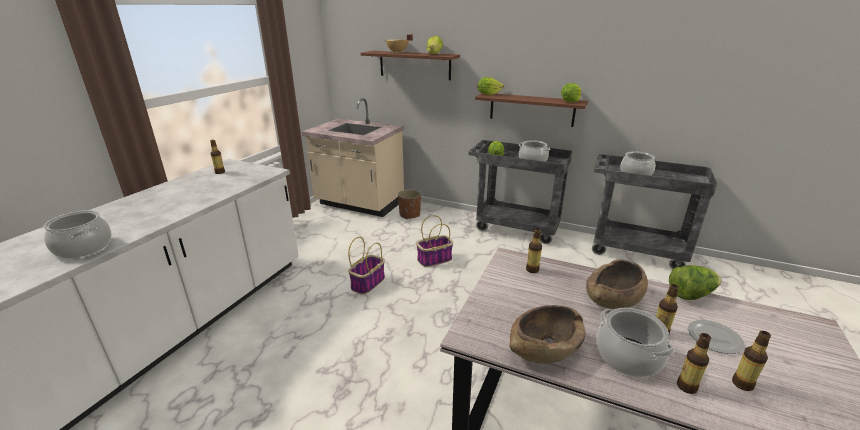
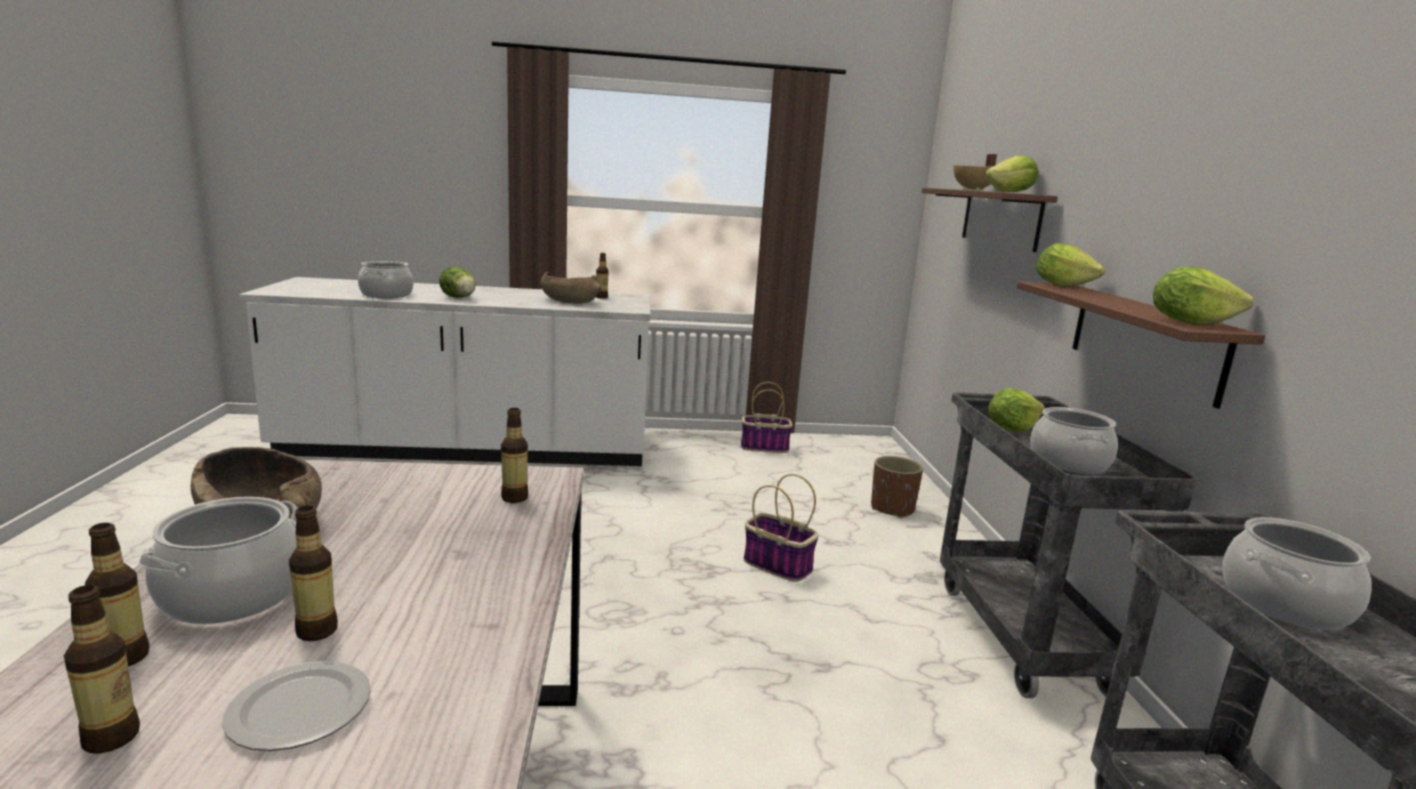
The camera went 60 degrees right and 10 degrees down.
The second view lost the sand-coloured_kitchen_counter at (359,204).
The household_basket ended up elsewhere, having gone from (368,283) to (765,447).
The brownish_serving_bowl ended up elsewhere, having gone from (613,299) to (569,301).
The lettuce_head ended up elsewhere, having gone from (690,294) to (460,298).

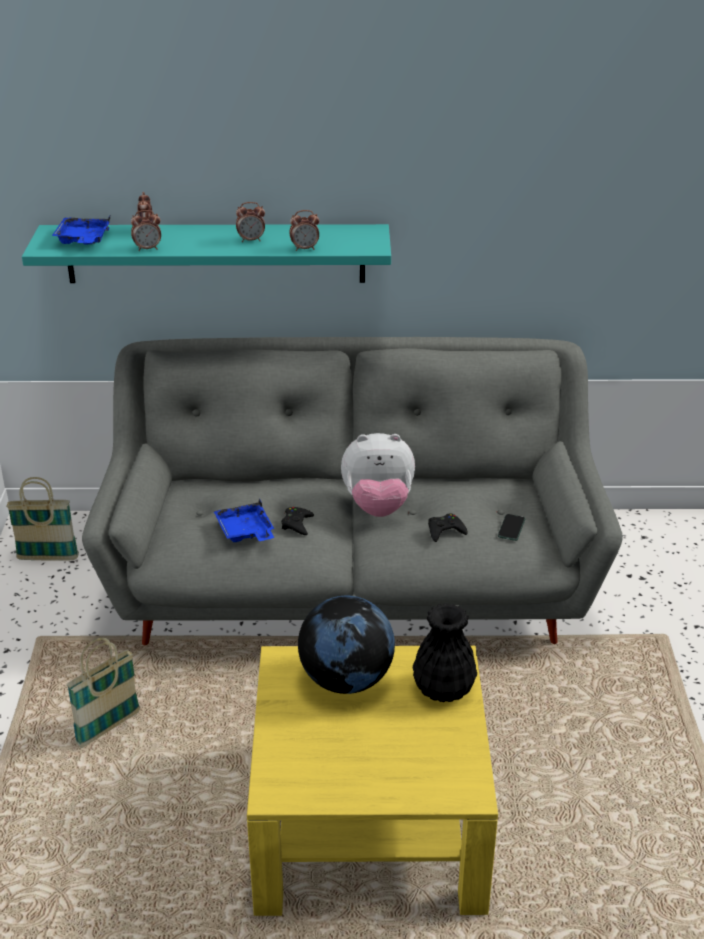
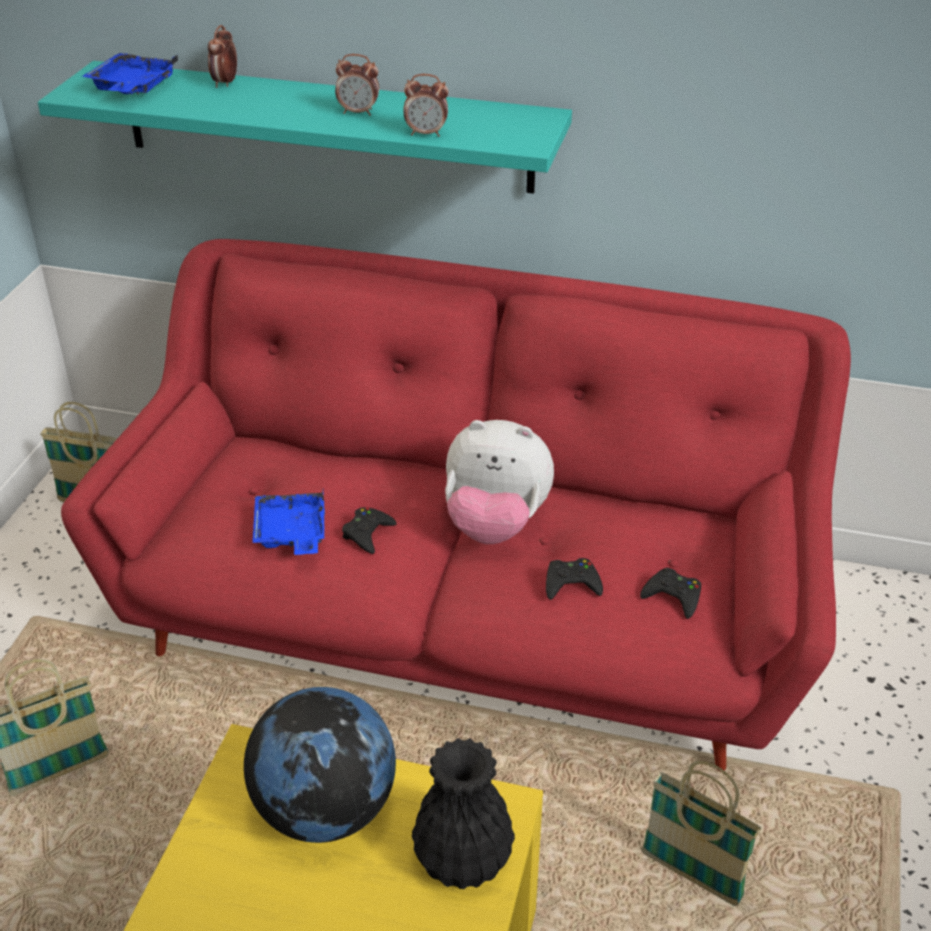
The camera went 15 degrees right and 5 degrees up.
The second view lost the bedside_clock at (148,249).
What was the gray_couch at (352,583) turned into the red_couch at (466,616).
Where the telephone stood at (511,528), the blackish_gamepad came to stand at (673,596).
The second view gained the household_basket at (691,876).

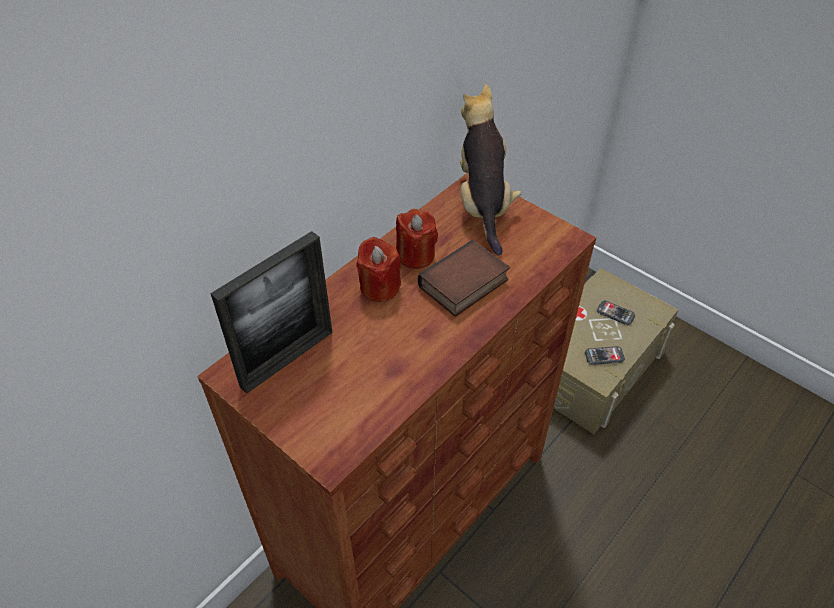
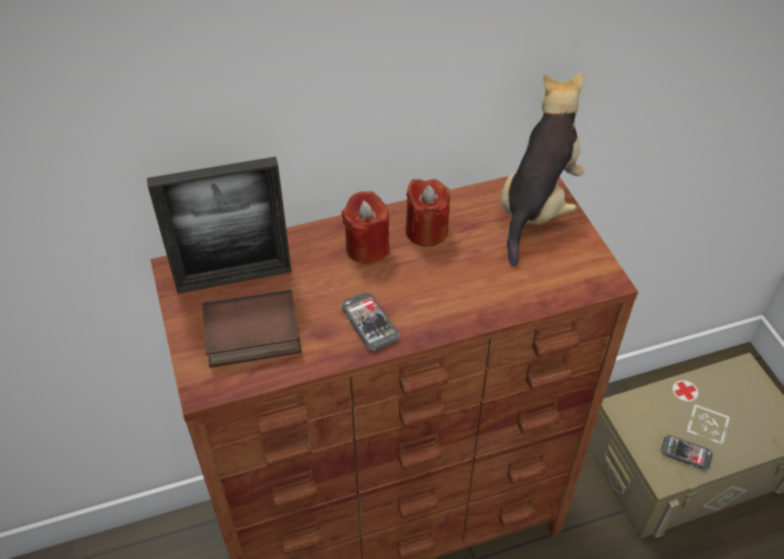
The camera went 30 degrees right and 0 degrees up.
The bound_book ended up elsewhere, having gone from (464,285) to (251,337).
The telephone ended up elsewhere, having gone from (615,313) to (370,323).

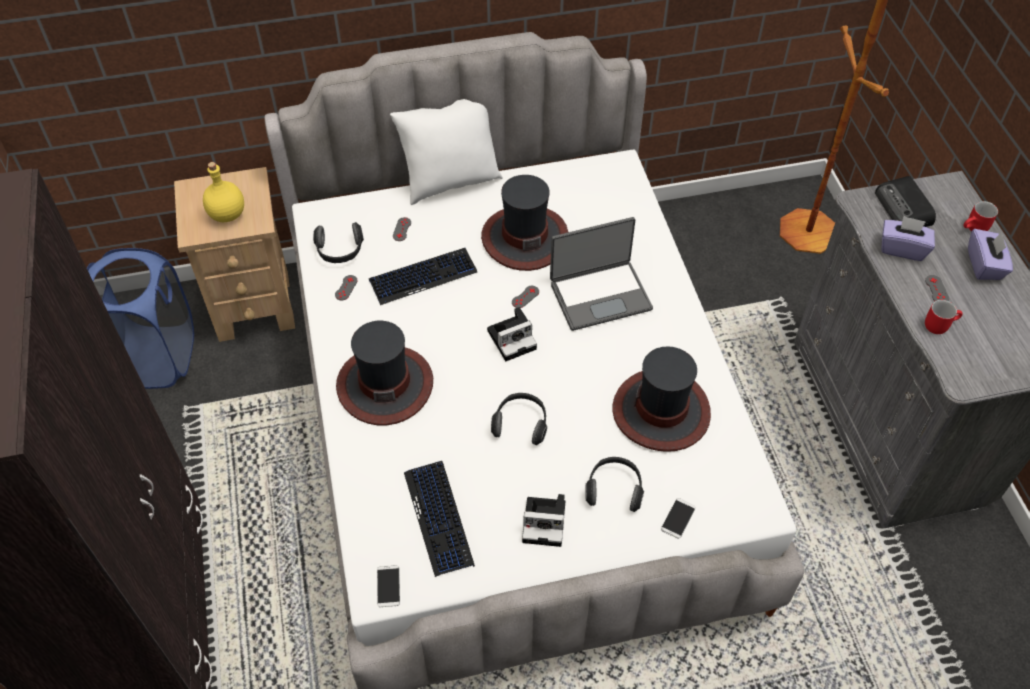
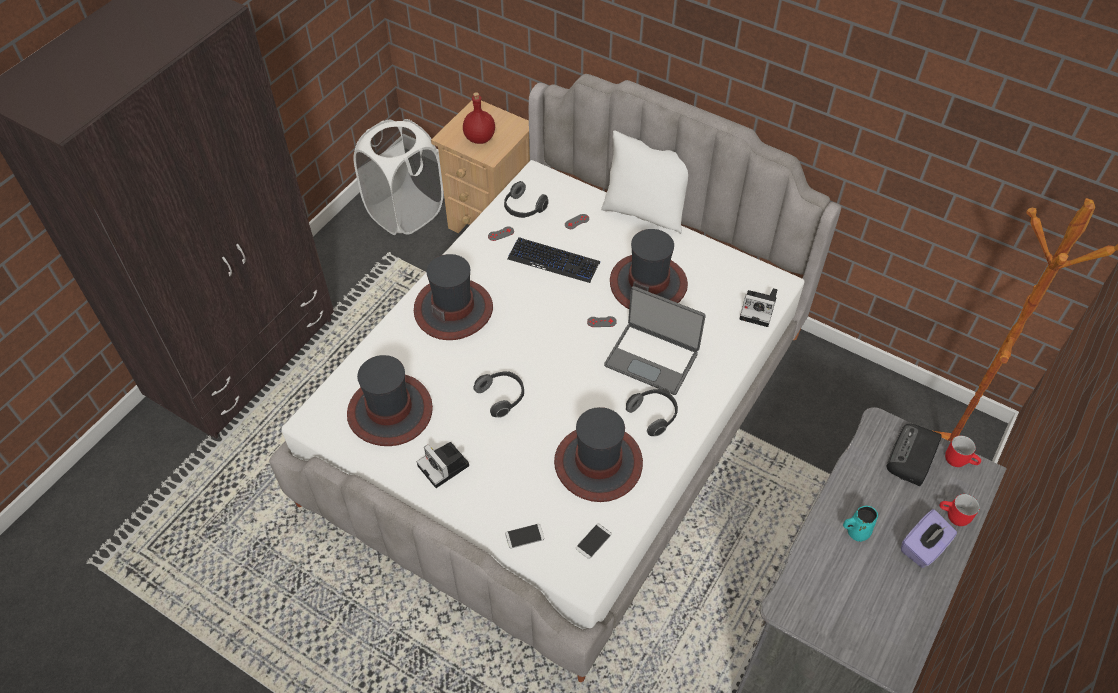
The camera went 45 degrees right and 0 degrees up.
What was the yellowish_beverage_bottle at (226,214) turned into the red_beverage_bottle at (479,138).
The second view lost the purple-coloured_tissue_box at (902,248).
What was the bluish_hamper at (156,358) turned into the whitish_hamper at (405,212).
Where the gray_gamepad stood at (936,289), the blue-green_mug came to stand at (856,531).
The red_mug ended up elsewhere, having gone from (938,324) to (959,459).
The photo_camera ended up elsewhere, having gone from (513,338) to (759,309).
The headphones ended up elsewhere, having gone from (614,489) to (654,415).
Where the keyboard stood at (439,518), the wearable_hat came to stand at (390,411).
The telephone ended up elsewhere, having gone from (388,586) to (593,541).

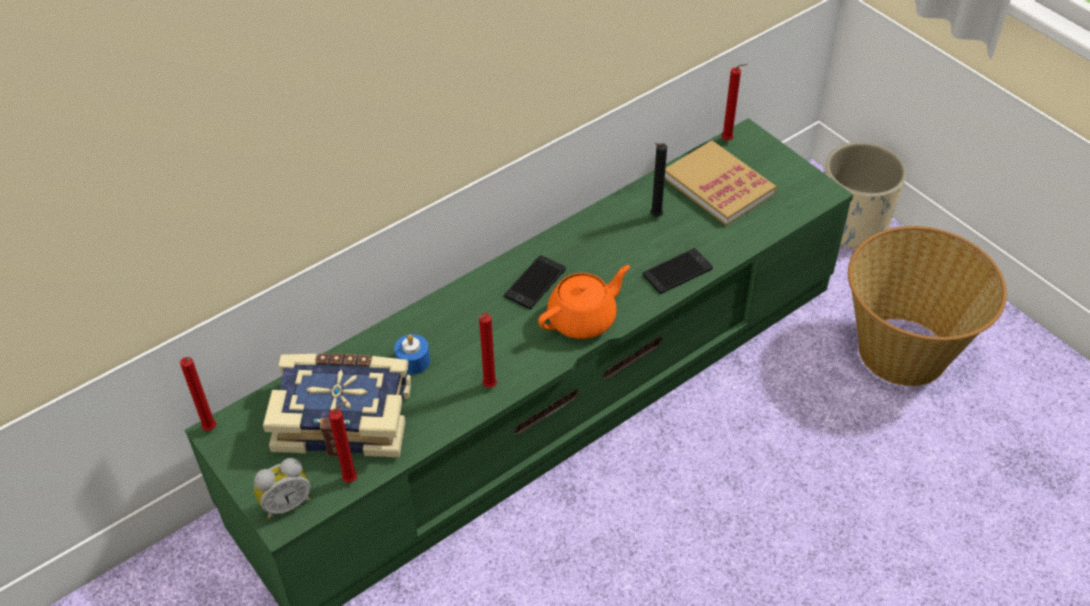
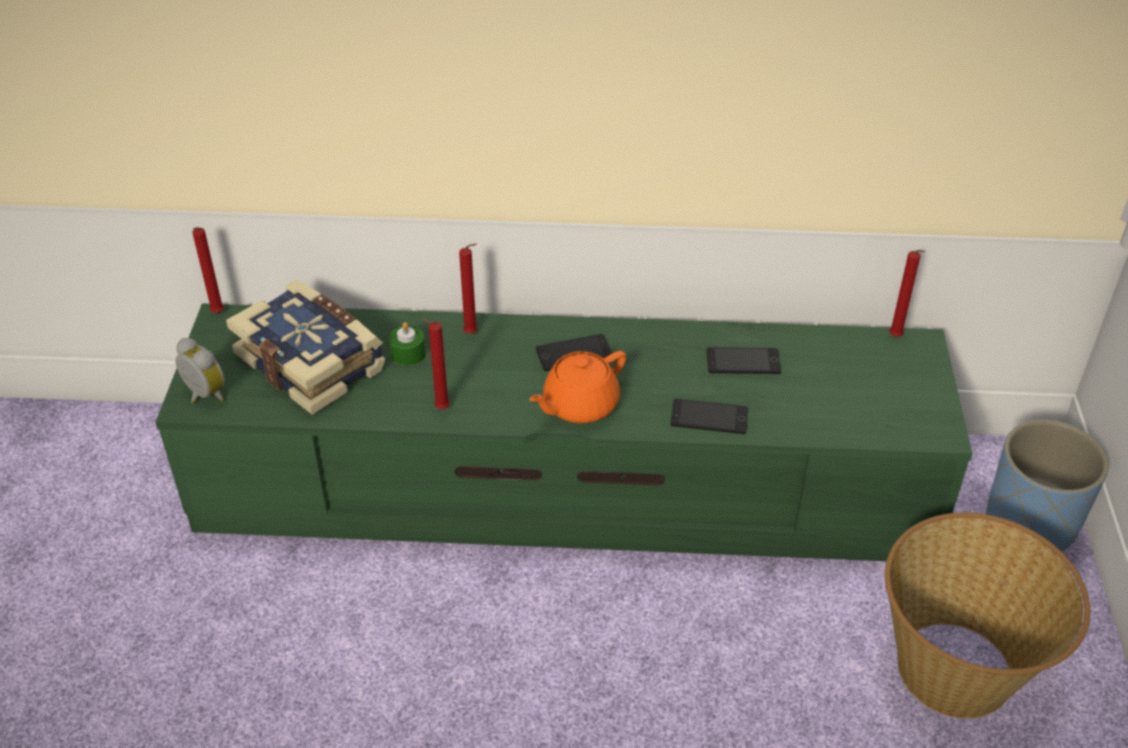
The camera went 40 degrees right and 5 degrees down.
The second view lost the bound_book at (719,186).
What was the sand-coloured_flower_pot at (851,227) turned into the bluish_flower_pot at (1030,523).
Where the blackish_wax_candle stood at (654,217), the telephone came to stand at (743,362).
The orange_tea_pot at (583,319) ended up facing another way, 135 degrees clockwise from before.
What was the bluish_wax_candle at (413,361) turned into the green-coloured_wax_candle at (408,354).
The red_wax_candle ended up elsewhere, having gone from (353,479) to (473,334).
The bedside_clock at (286,503) ended up facing another way, 150 degrees counterclockwise from before.

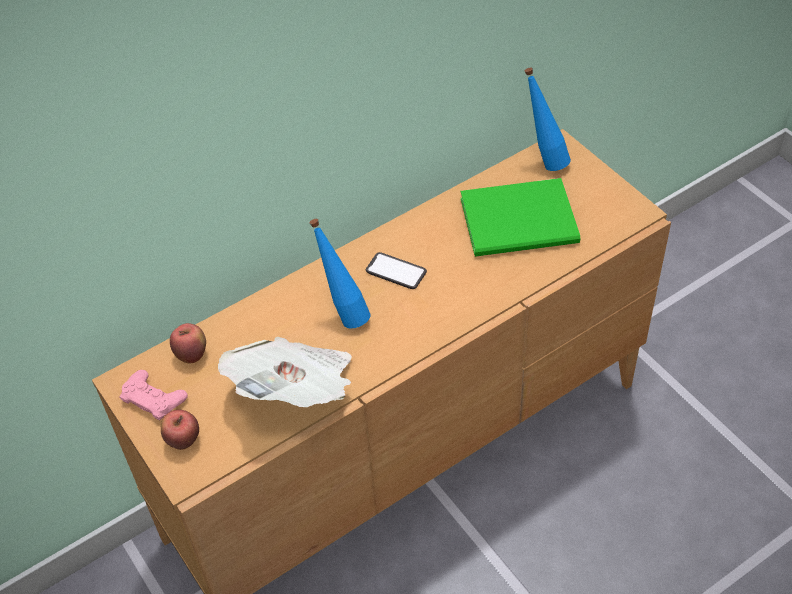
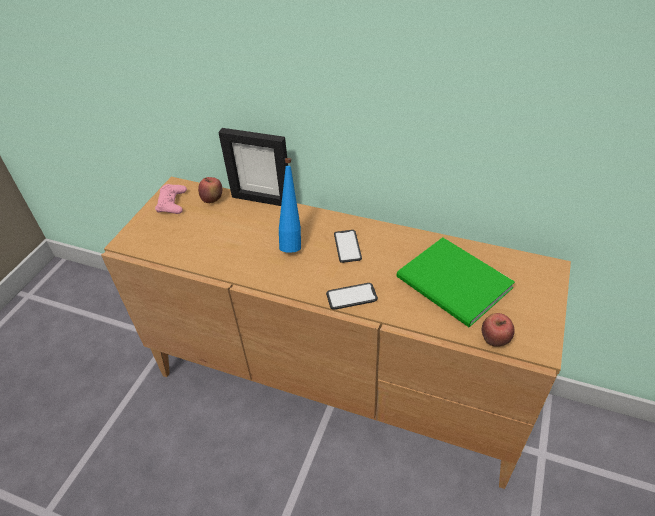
The camera went 55 degrees right and 5 degrees down.
The second view lost the bluish_beverage_bottle at (544,160).
The second view lost the daily_paper at (296,390).
The apple ended up elsewhere, having gone from (183,440) to (494,340).
The second view gained the standing_frame at (262,199).
The second view gained the telephone at (351,296).

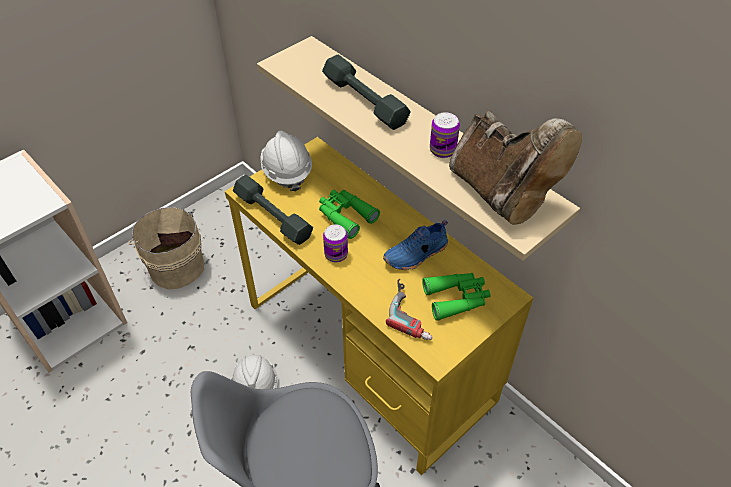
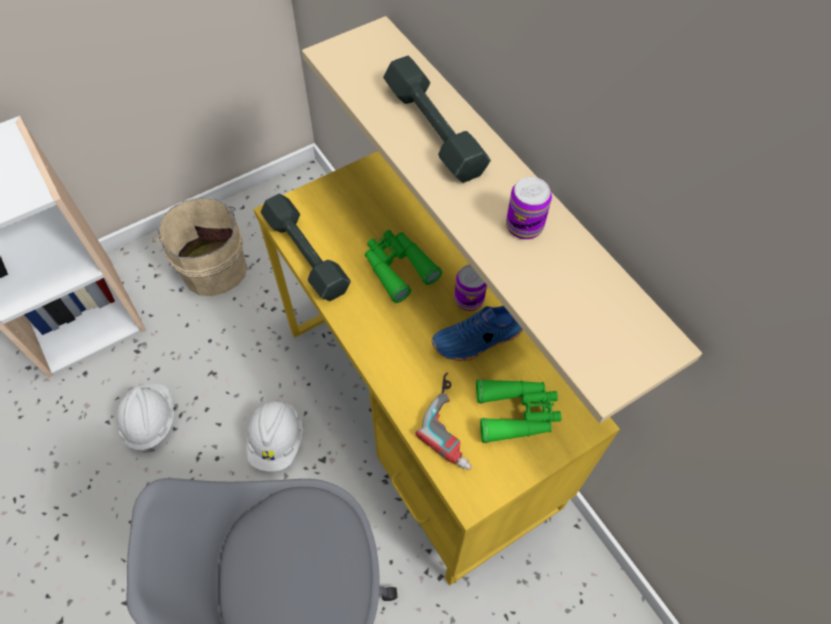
The camera went 10 degrees right and 10 degrees up.
The second view lost the brownish_high-top_boot at (501,194).
The whitish_hard_hat ended up elsewhere, having gone from (286,172) to (150,421).
The can ended up elsewhere, having gone from (336,254) to (469,299).

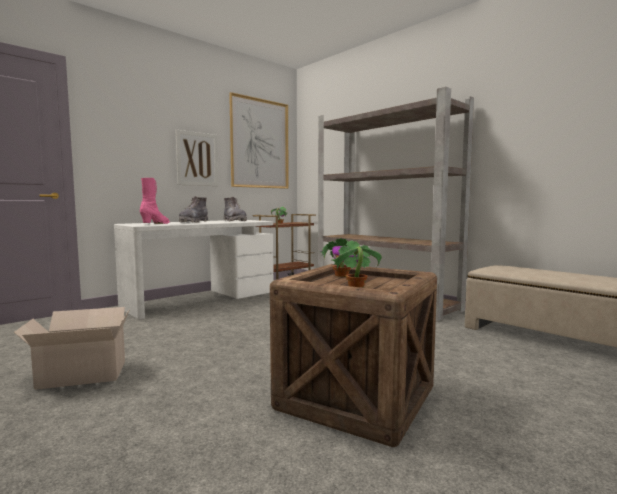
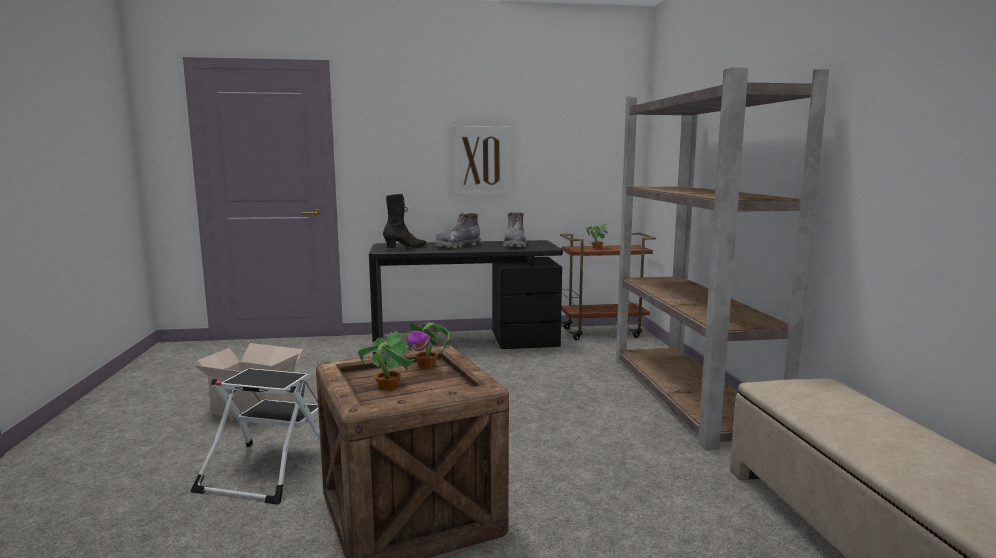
The camera went 35 degrees right and 5 degrees up.
The second view lost the wall_art at (260,144).
What was the pinkish_high-top_boot at (156,224) turned into the blackish_high-top_boot at (406,248).
What was the whitish_desk at (201,299) turned into the blackish_desk at (466,342).
The second view gained the stepladder at (267,470).

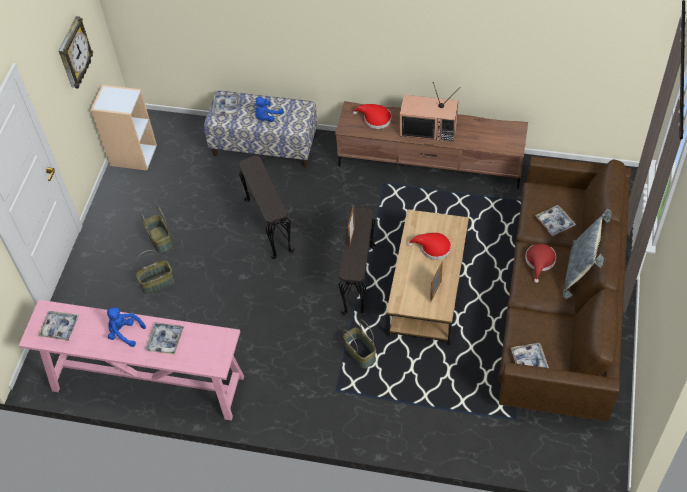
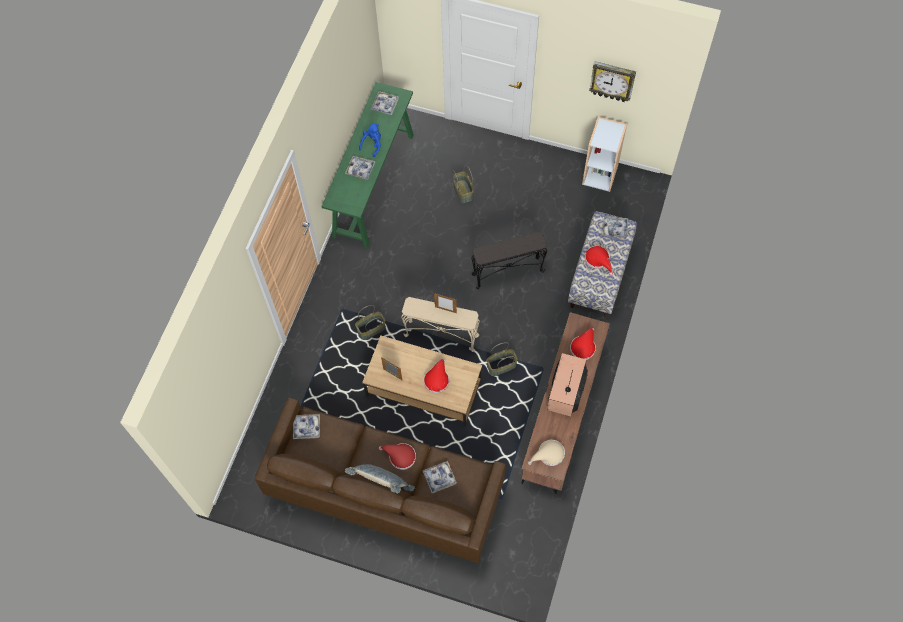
The camera went 95 degrees right and 10 degrees up.
Where the bluish_plush_toy stood at (267,117), the red_wearable_hat came to stand at (598,260).
The household_basket ended up elsewhere, having gone from (160,239) to (501,366).
What was the blackish_accent_table at (358,280) turned into the sand-coloured_accent_table at (441,336).
What was the pinkish_console_table at (146,383) turned into the green-coloured_console_table at (374,184).
The second view gained the sand-coloured_wearable_hat at (549,455).

